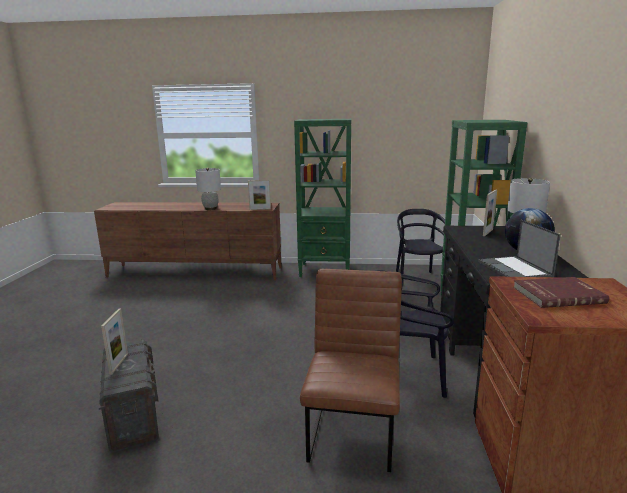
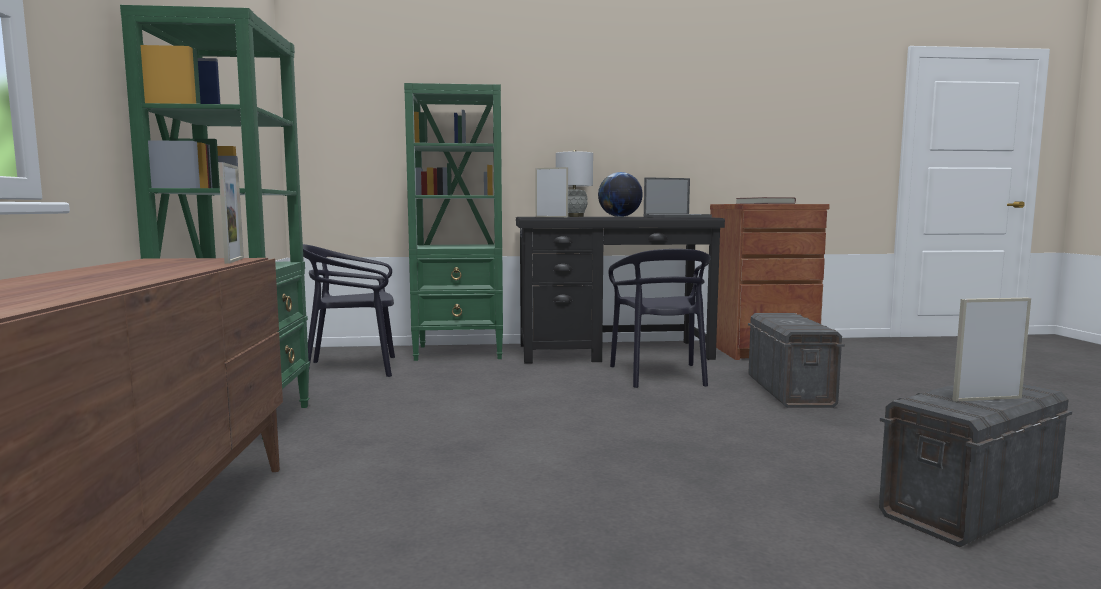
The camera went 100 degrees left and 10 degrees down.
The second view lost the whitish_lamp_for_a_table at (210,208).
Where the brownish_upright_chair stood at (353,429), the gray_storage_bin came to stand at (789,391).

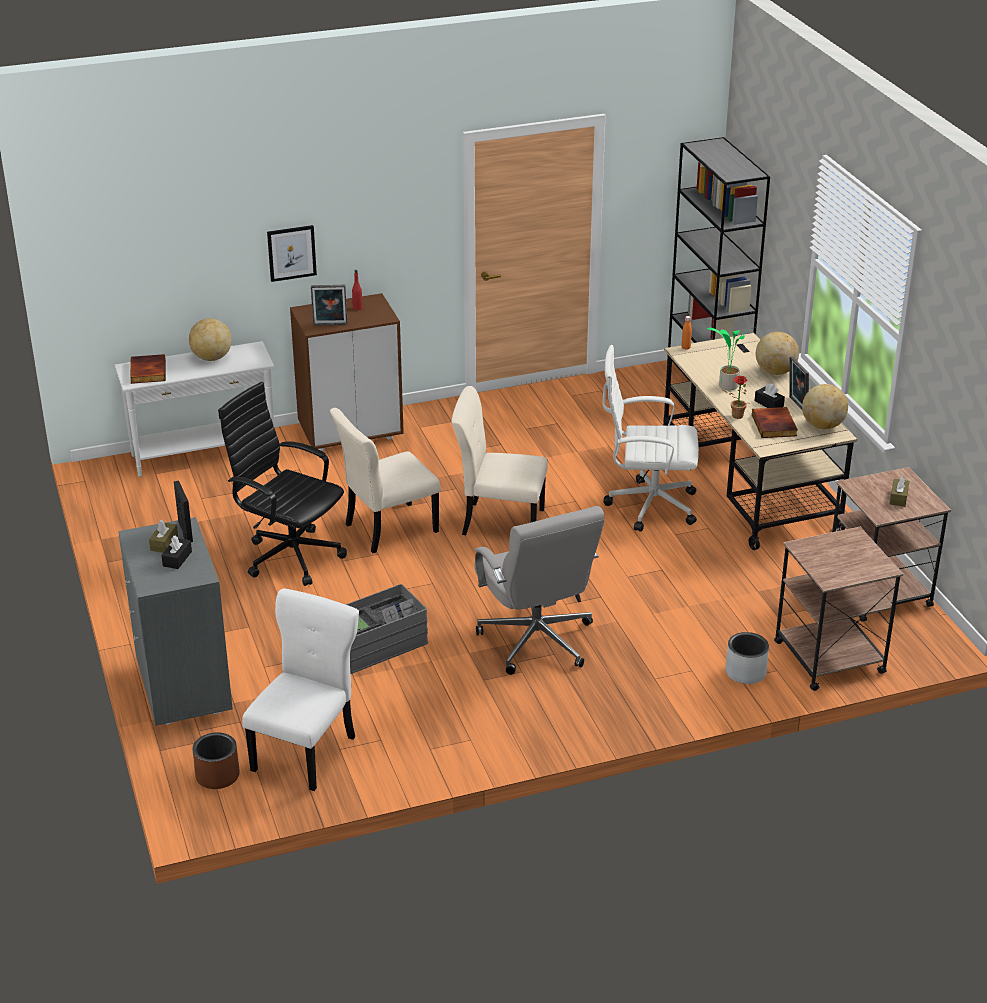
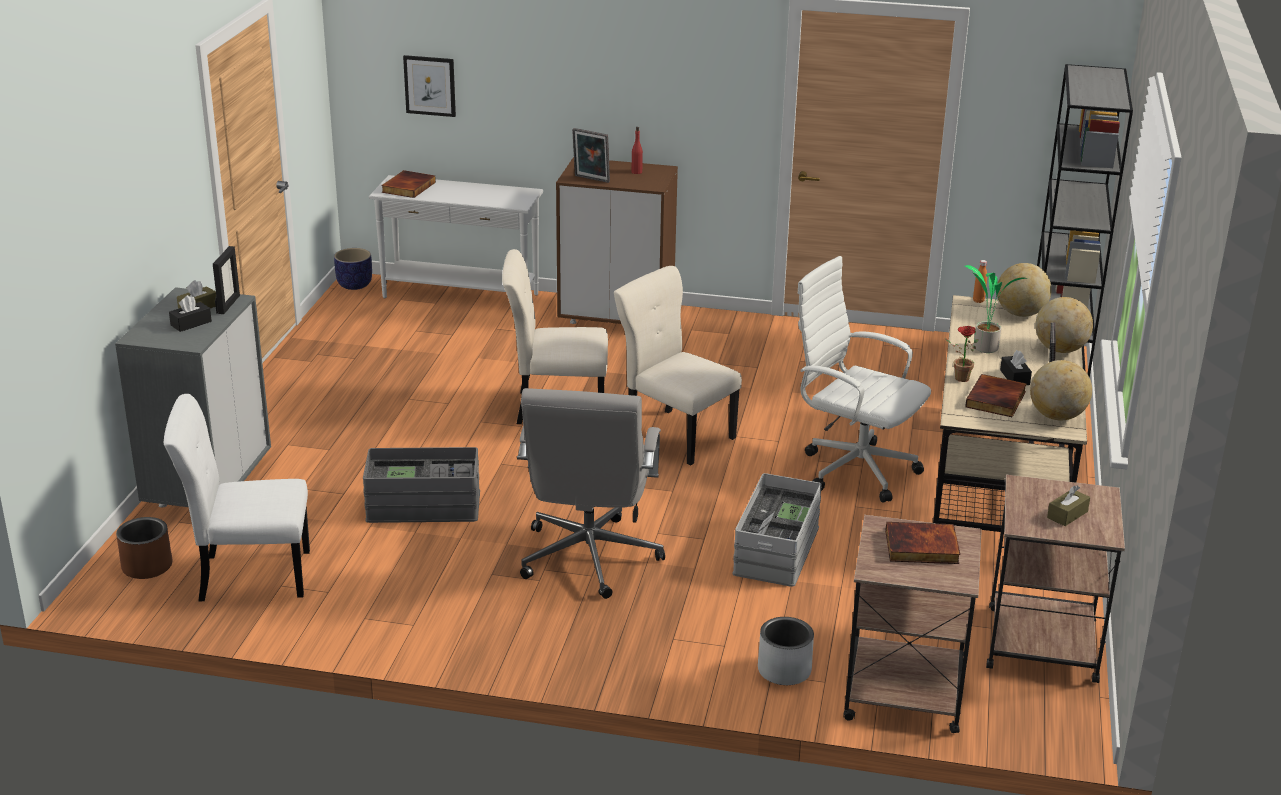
The camera went 30 degrees right and 5 degrees down.
The wall_art ended up elsewhere, having gone from (291,253) to (430,85).
The world_globe ended up elsewhere, having gone from (212,358) to (1020,314).
The second view lost the blackish_computer_chair at (289,556).
The whitish_upright_chair at (307,751) ended up facing another way, 150 degrees counterclockwise from before.
The second view gained the flower_pot at (354,284).
The second view gained the gray_storage_bin at (777,550).
The second view gained the bound_book at (921,548).

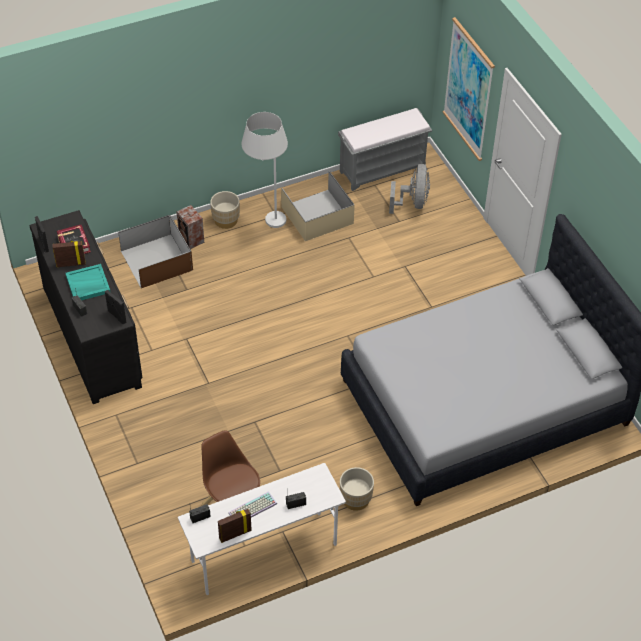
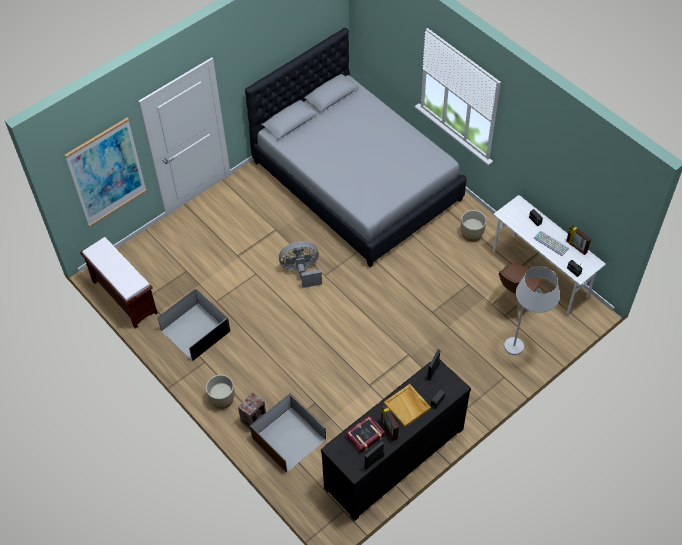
The camera went 105 degrees left and 5 degrees up.
What was the gray_bench at (383,169) turned into the brownish_bench at (124,297).
The whitish_standing_lamp ended up elsewhere, having gone from (266,226) to (524,351).
The gray_cooling_fan ended up elsewhere, having gone from (412,203) to (302,271).
What was the sand-coloured_storage_bin at (318,215) turned into the blackish_storage_bin at (195,330).
What was the blue-green_serving_tray at (87,284) turned into the sand-coloured_serving_tray at (407,406).

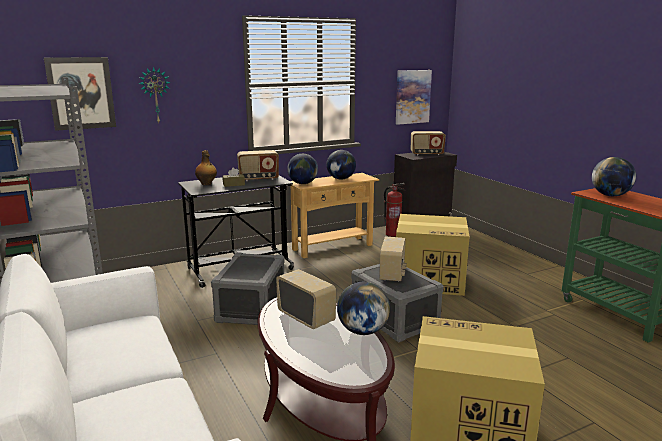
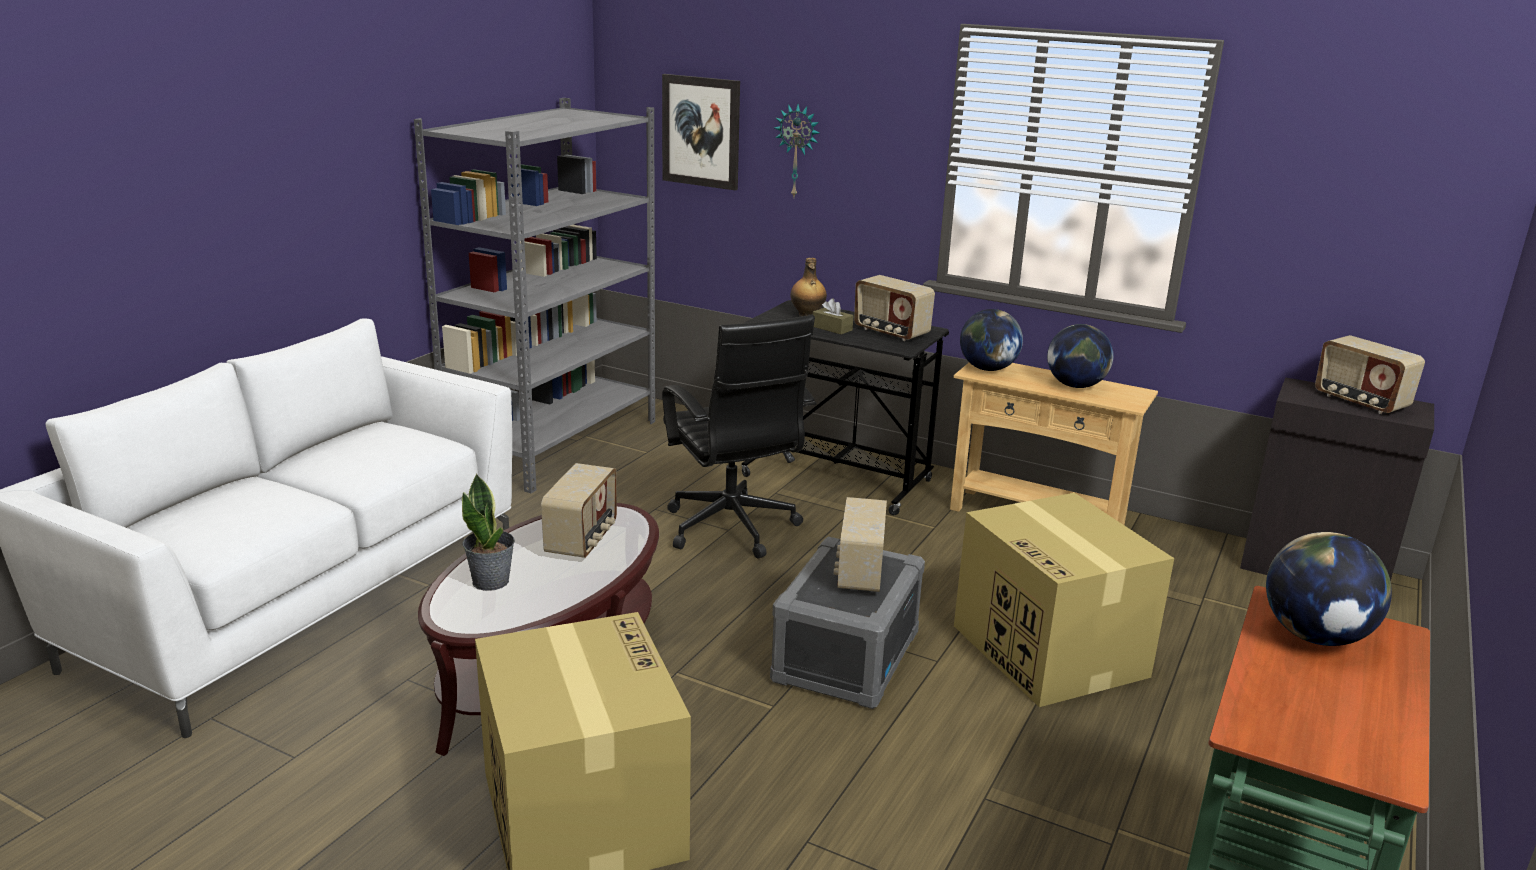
The camera went 55 degrees right and 5 degrees up.
The second view lost the wall_art at (412,97).
The second view lost the fire-fighting_cylinder at (393,234).
The radio at (392,274) ended up facing another way, 120 degrees clockwise from before.
Where the gray_storage_bin stood at (252,307), the blackish_computer_chair came to stand at (733,531).
The second view lost the world_globe at (362,331).
The second view gained the plant_in_a_pot at (491,581).

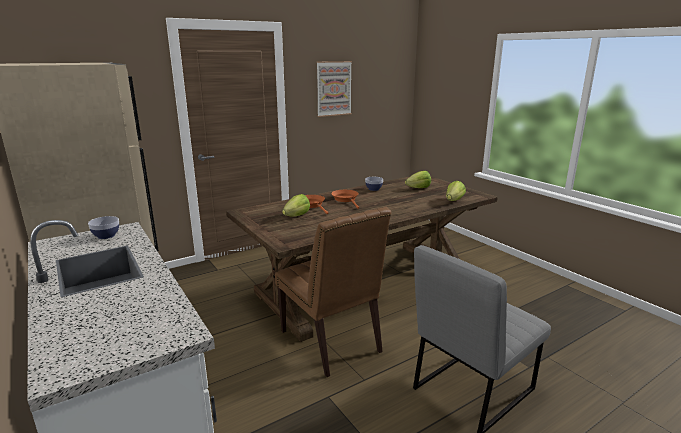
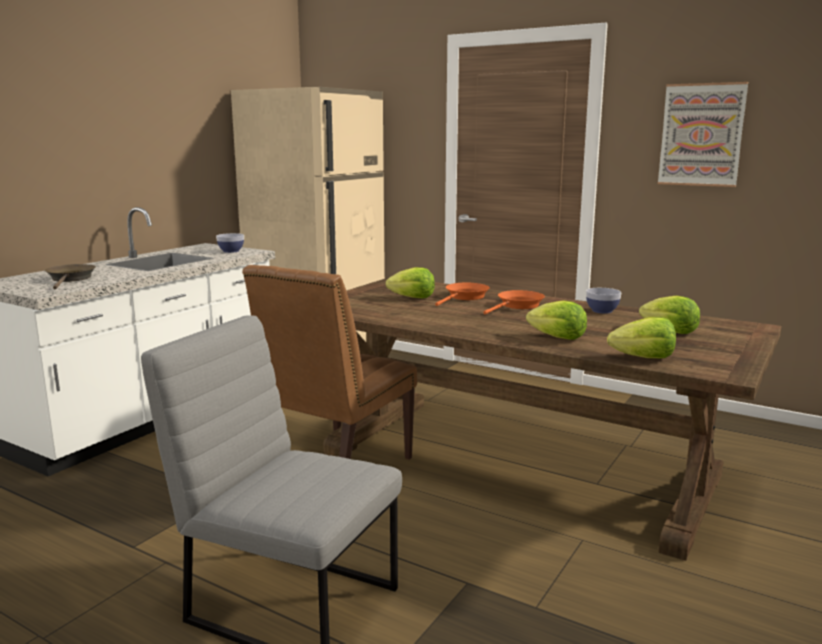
The camera went 65 degrees right and 5 degrees down.
The second view gained the brownish_frying_pan at (71,279).
The second view gained the lettuce_head at (558,337).

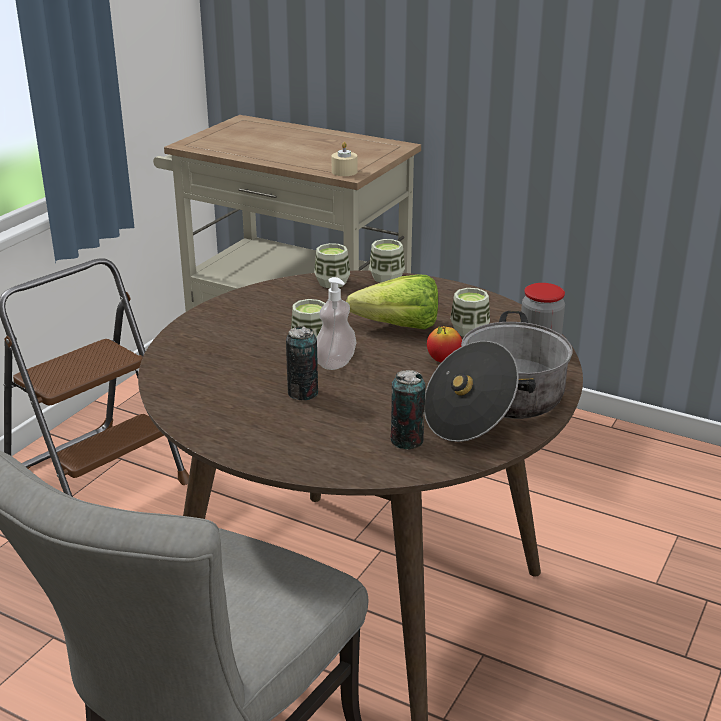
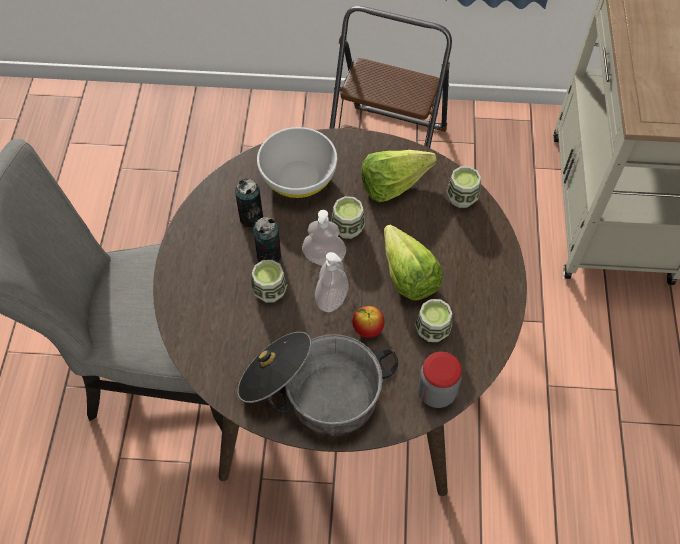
The camera went 65 degrees right and 30 degrees up.
The second view lost the sand-coloured_wax_candle at (344,172).
The drinking_cup ended up elsewhere, having gone from (386,278) to (270,291).
The can ended up elsewhere, having gone from (407,441) to (251,218).
The second view gained the whitish_serving_bowl at (298,178).
The second view gained the lettuce_head at (399,184).
The second view gained the soap_bottle at (331,298).

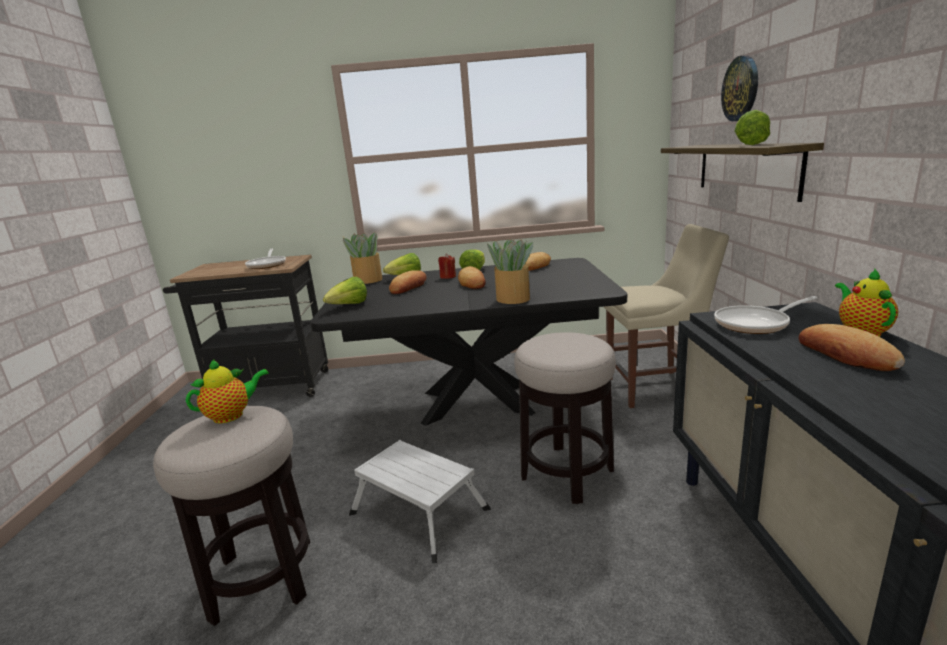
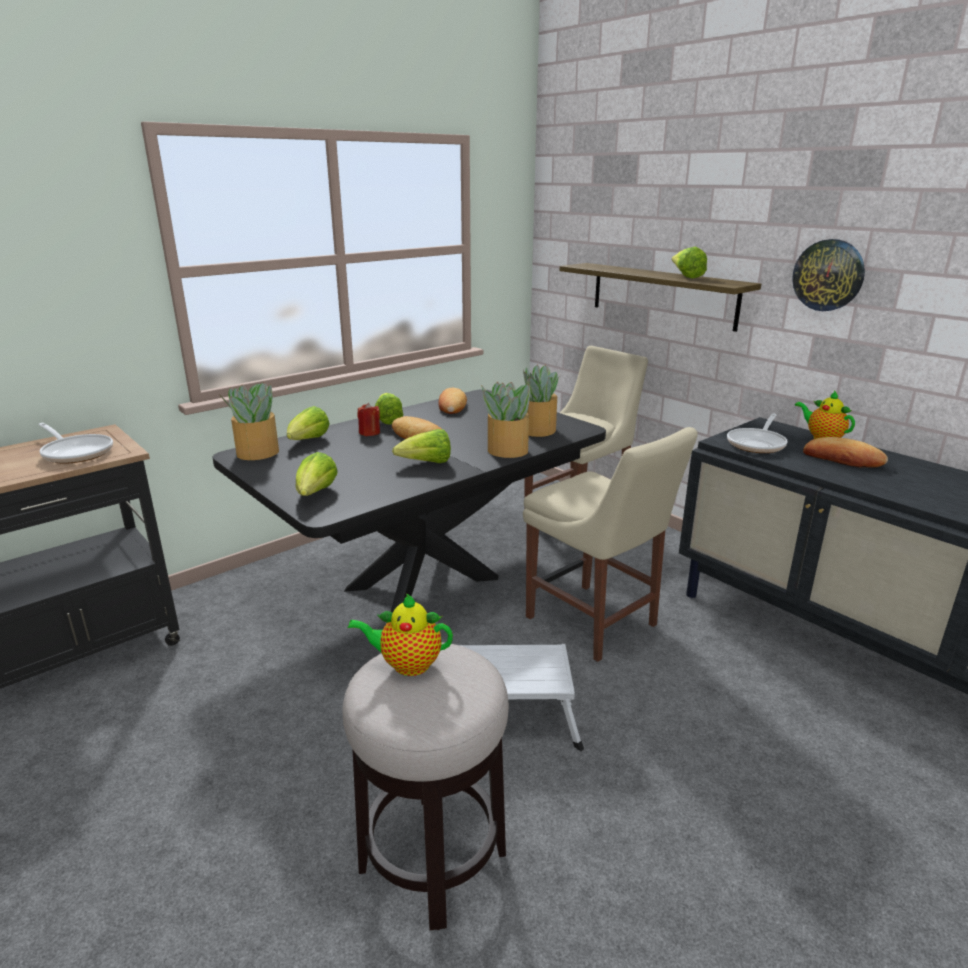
The camera went 40 degrees left and 5 degrees up.
The clock_on_the_wall ended up elsewhere, having gone from (740,89) to (828,275).
The second view lost the bread at (409,287).
Where the stool stood at (566,473), the sand-coloured_upright_chair came to stand at (595,624).
The tea_pot at (232,415) ended up facing another way, 105 degrees counterclockwise from before.
The second view gained the plant_in_a_pot at (538,430).
The second view gained the lettuce_head at (427,463).

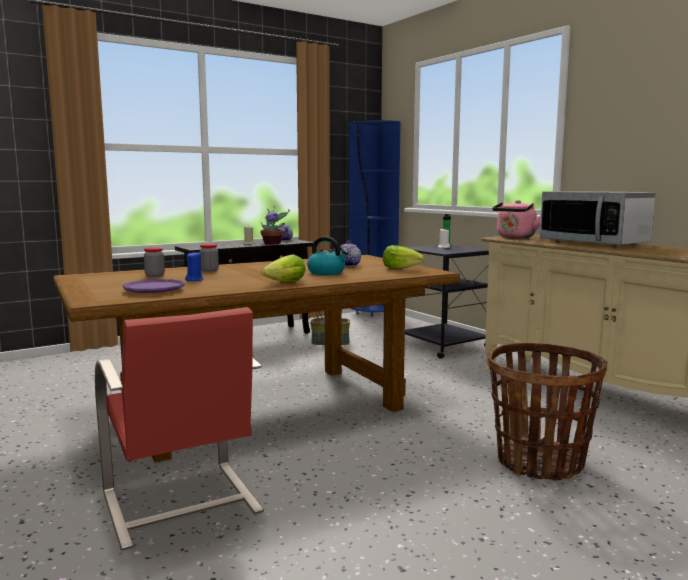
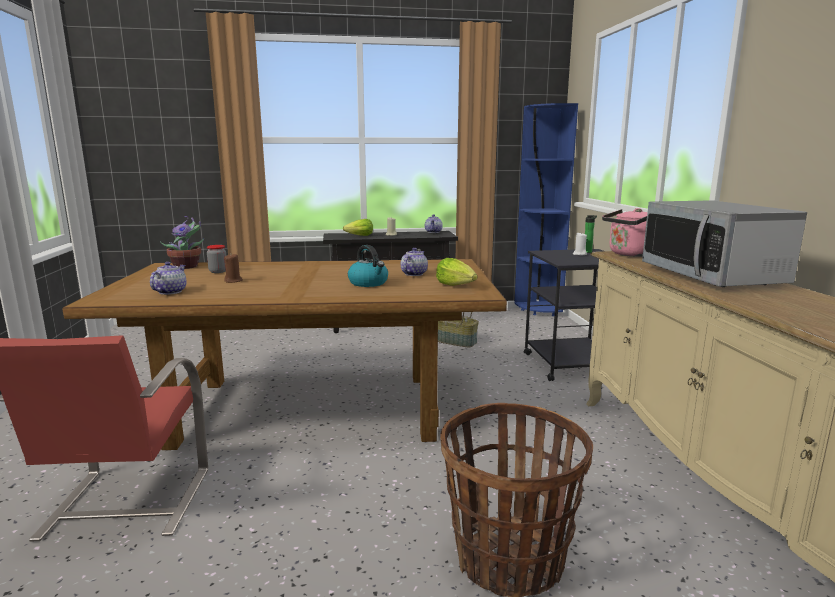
The camera went 25 degrees right and 5 degrees up.
The plant_in_a_pot ended up elsewhere, having gone from (273,243) to (187,267).
The second view lost the preserve_jar at (209,270).
What was the bluish_wax_candle at (194,280) turned into the brownish_wax_candle at (233,281).
The lettuce_head ended up elsewhere, having gone from (285,282) to (360,236).
Where the purple-coloured_flat_dish stood at (154,290), the tea_pot came to stand at (170,292).

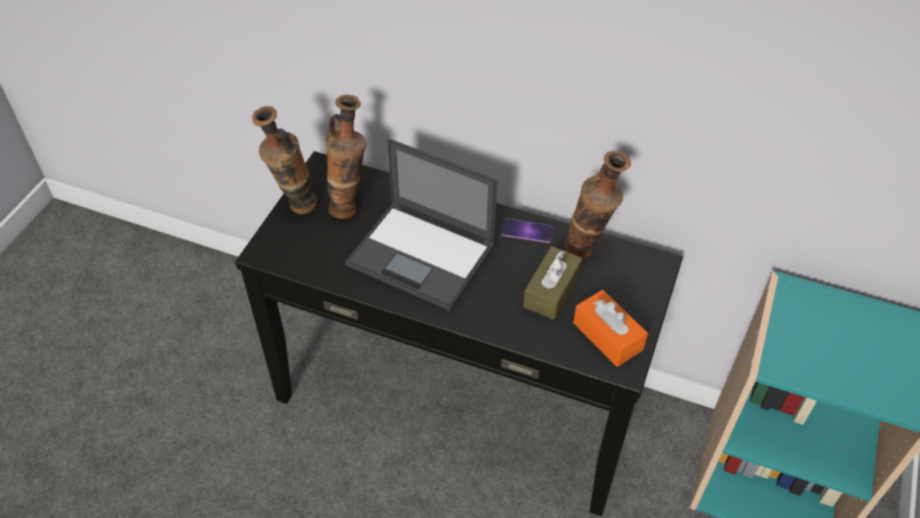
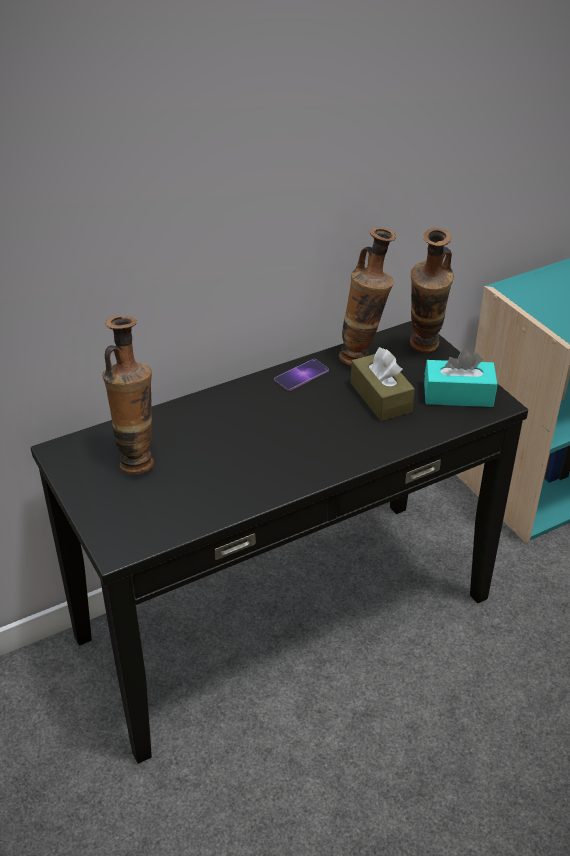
The camera went 50 degrees left and 10 degrees down.
The decorative_vase ended up elsewhere, having gone from (294,208) to (423,351).
The second view lost the notebook_computer at (423,255).
What was the orange_tissue_box at (607,336) turned into the blue-green_tissue_box at (458,395).

